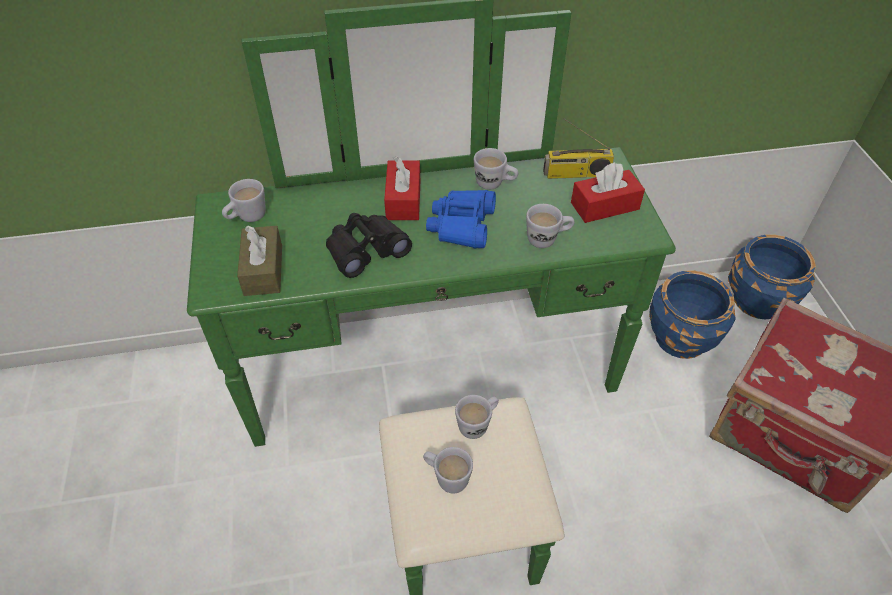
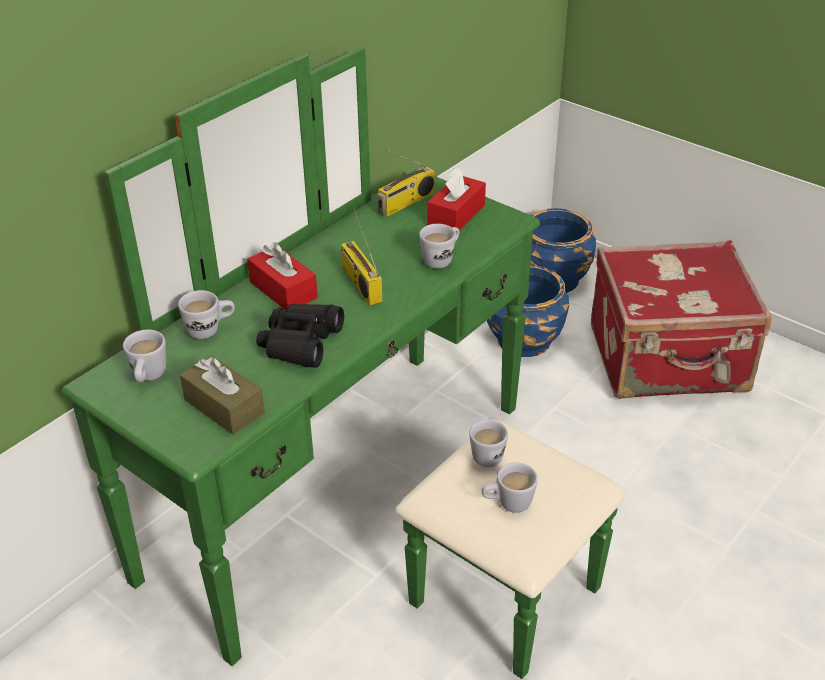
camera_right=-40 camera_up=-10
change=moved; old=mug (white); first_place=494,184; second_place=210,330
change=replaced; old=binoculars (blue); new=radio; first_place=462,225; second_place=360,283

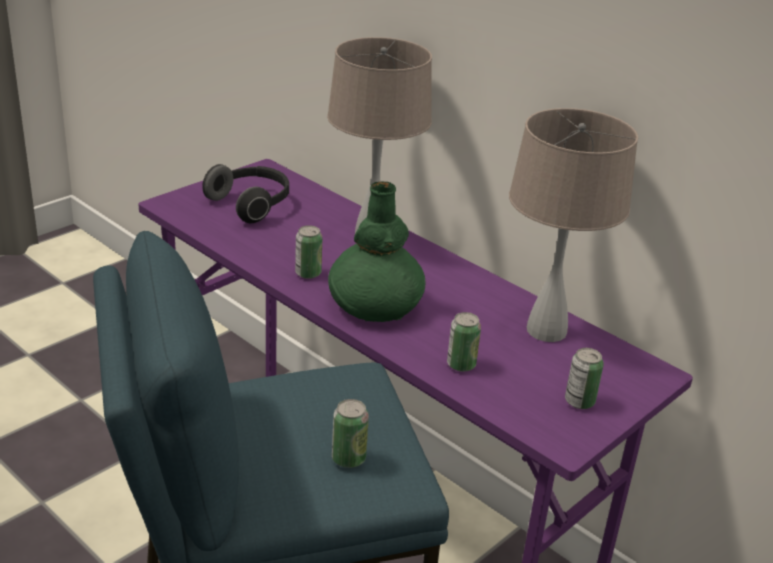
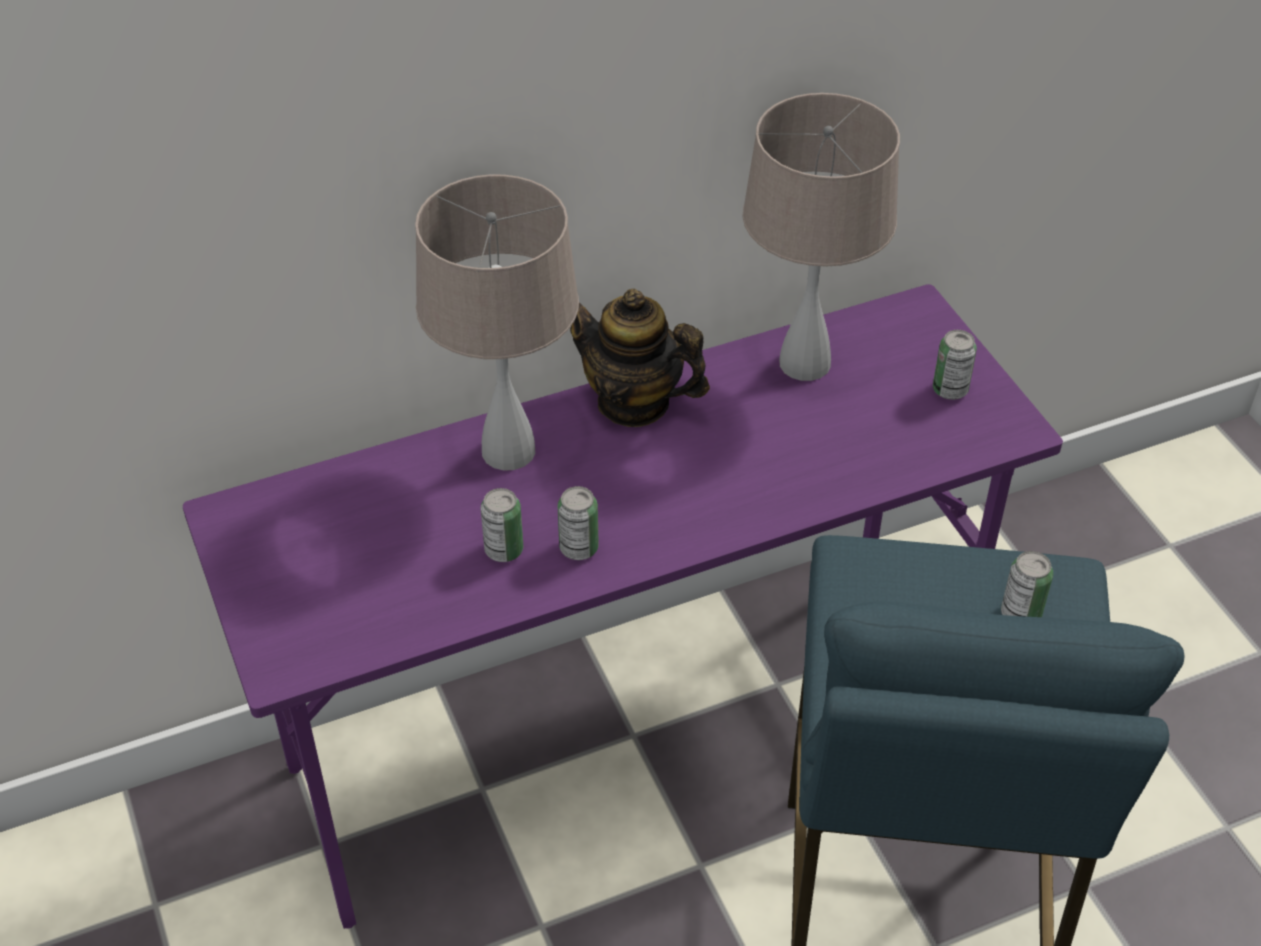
camera_right=-65 camera_up=15
change=removed; old=headphones; first_place=251,205
change=removed; old=vase (green); first_place=374,304
change=added; new=teapot; second_place=634,402
change=moved; old=can; first_place=461,365; second_place=504,550

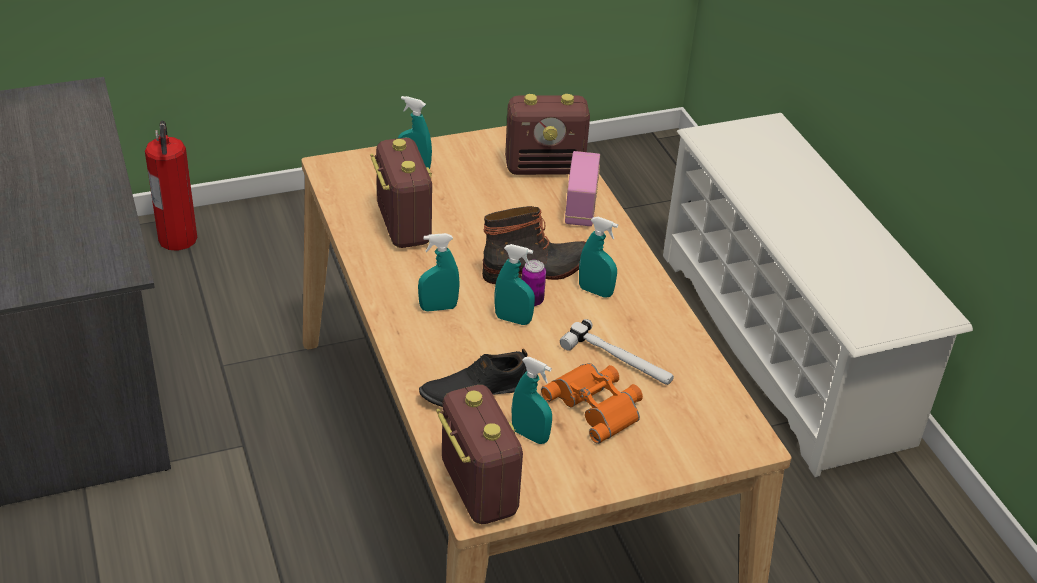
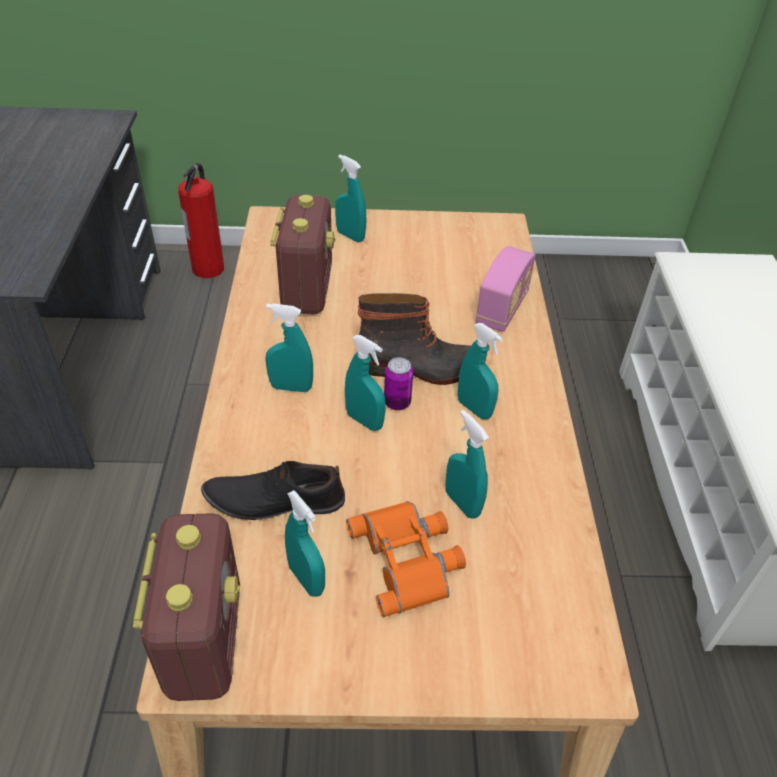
camera_right=20 camera_up=5
change=removed; old=radio; first_place=545,167
change=replaced; old=hammer; new=spray bottle (turquoise); first_place=618,360; second_place=462,503

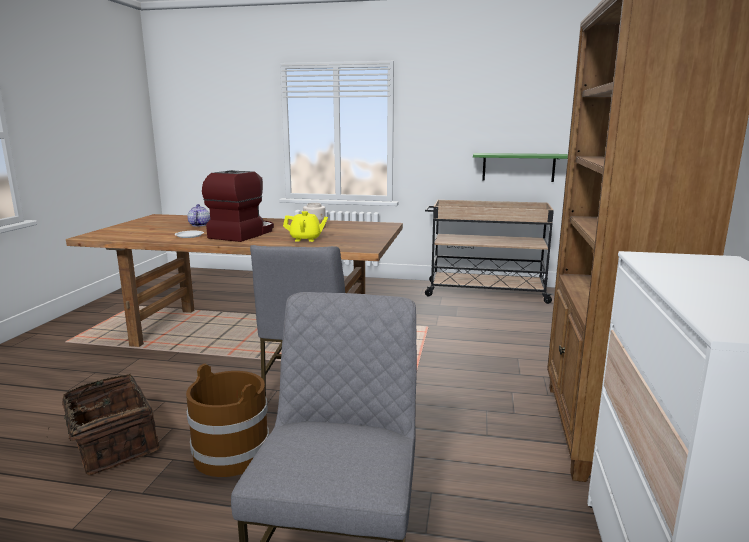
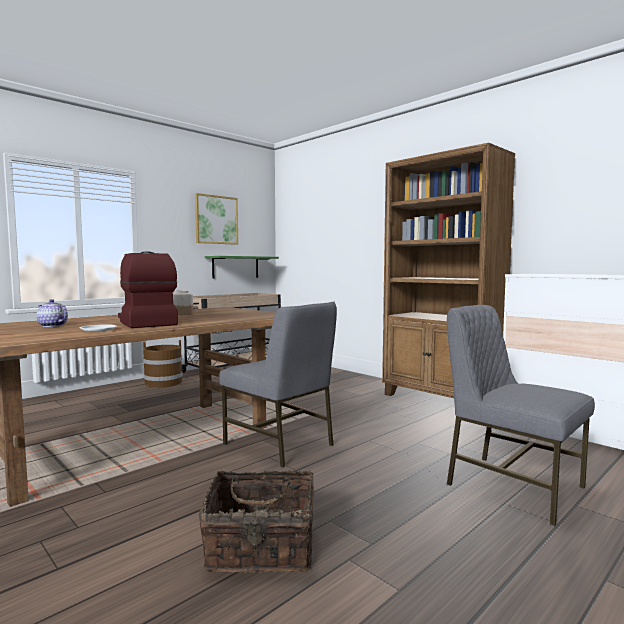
camera_right=-55 camera_up=-10
change=removed; old=teapot (yellow); first_place=306,239
change=added; new=picture; second_place=216,220
change=moved; old=bucket (brown); first_place=231,453; second_place=163,382

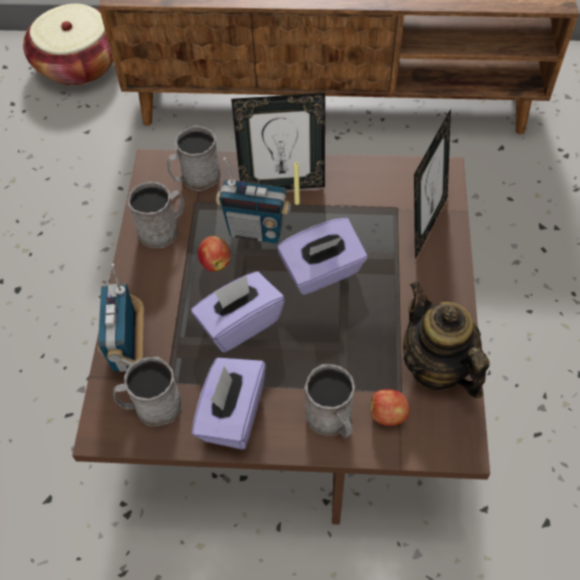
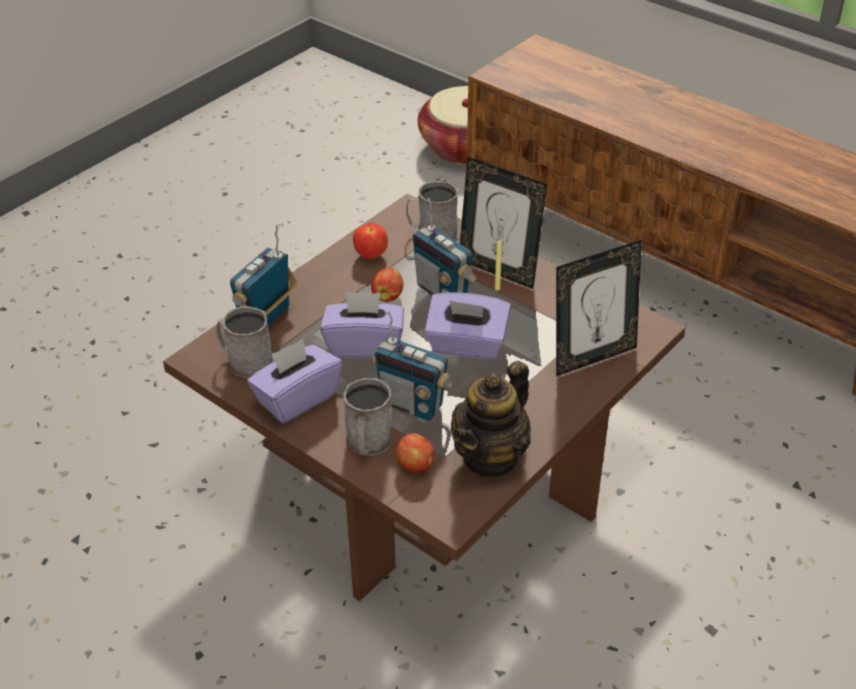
camera_right=35 camera_up=-15
change=added; new=radio; second_place=412,405
change=replaced; old=mug (grey); new=apple; first_place=163,229; second_place=371,255
change=turned; old=teapot; first_place=436,367; second_place=491,457; degrees=-150

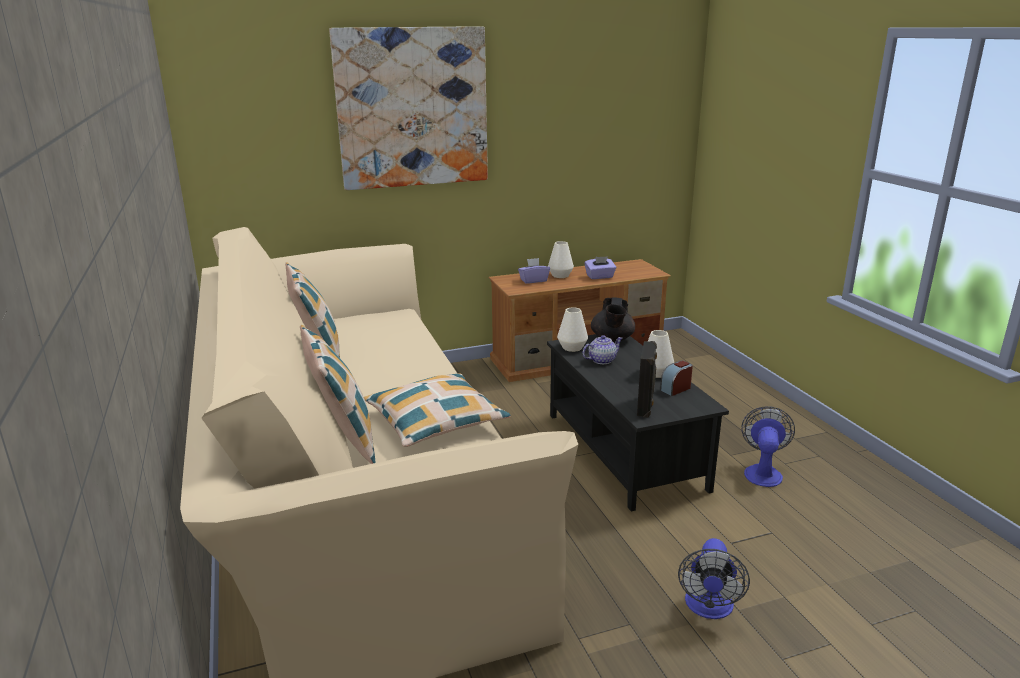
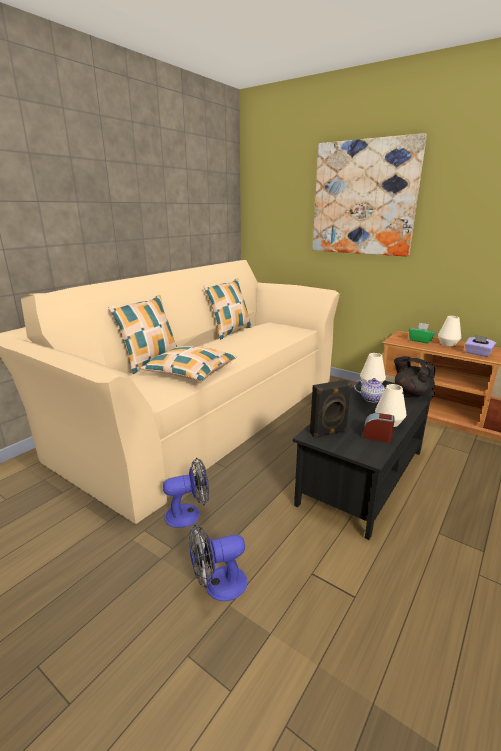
camera_right=55 camera_up=0
change=moved; old=fan; first_place=762,472; second_place=189,514
change=recoloured; old=tissue box (purple); new=tissue box (green); first_place=533,280; second_place=420,340
change=turned; old=teapot (black); first_place=612,339; second_place=411,393; degrees=75

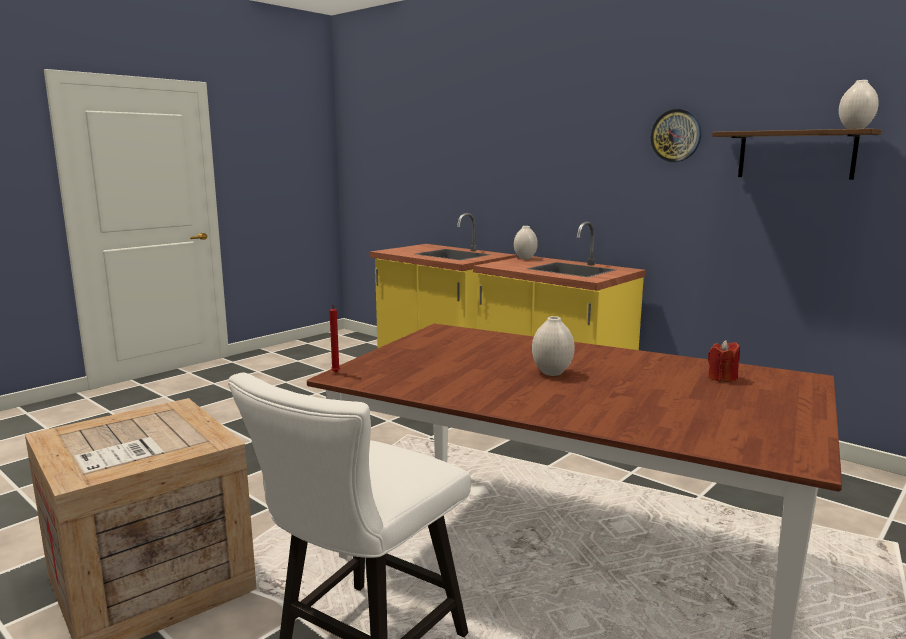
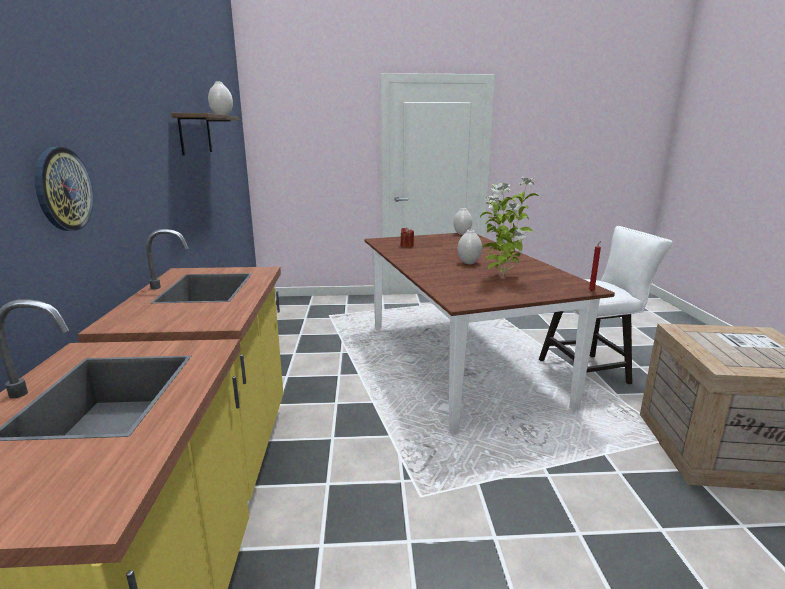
camera_right=-135 camera_up=5
change=added; new=potted plant; second_place=501,277
change=moved; old=vase (white); first_place=525,258; second_place=462,234
change=moved; old=wall clock; first_place=676,135; second_place=63,189

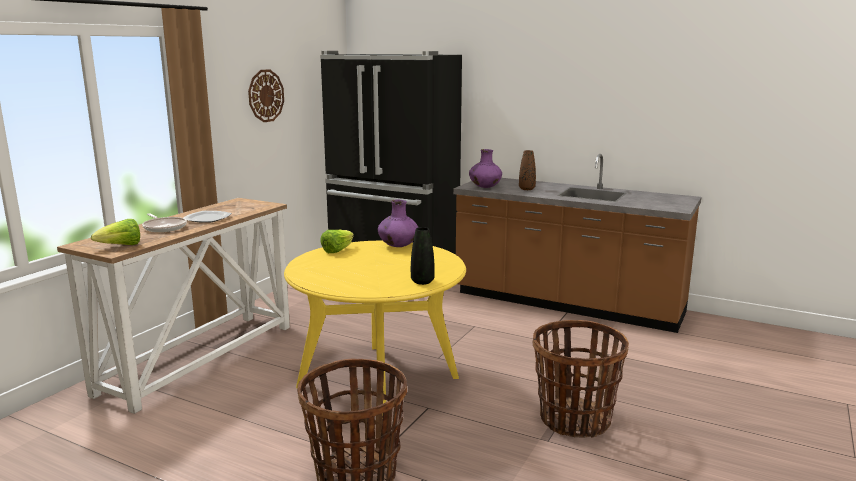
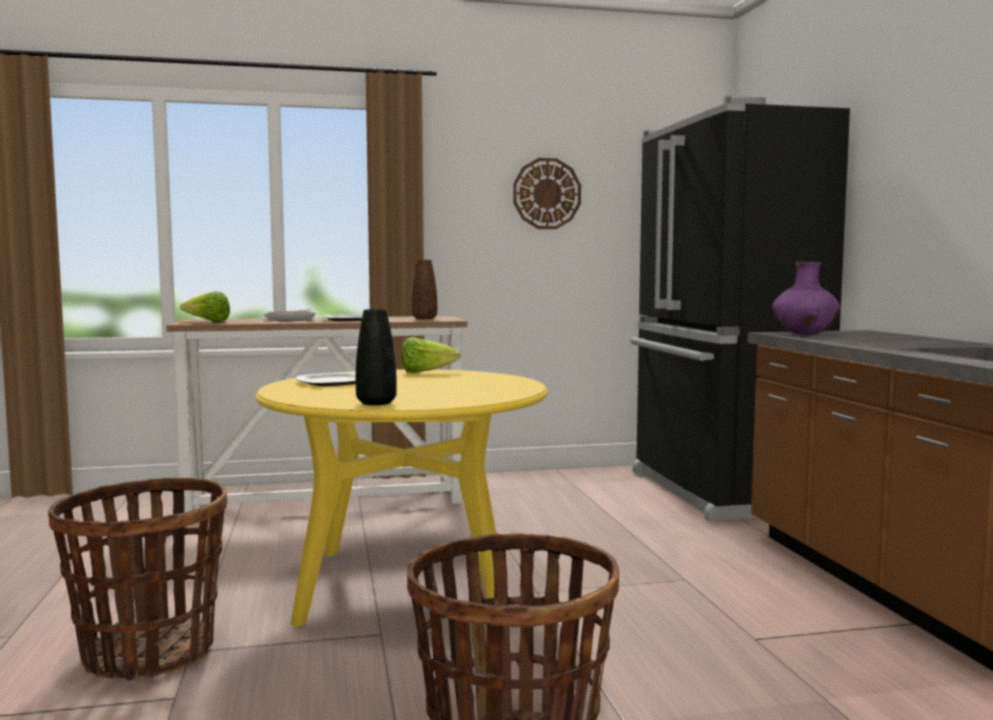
camera_right=50 camera_up=-10
change=removed; old=vase (purple); first_place=398,246
change=added; new=plate; second_place=332,382
change=moved; old=vase (brown); first_place=526,189; second_place=424,318

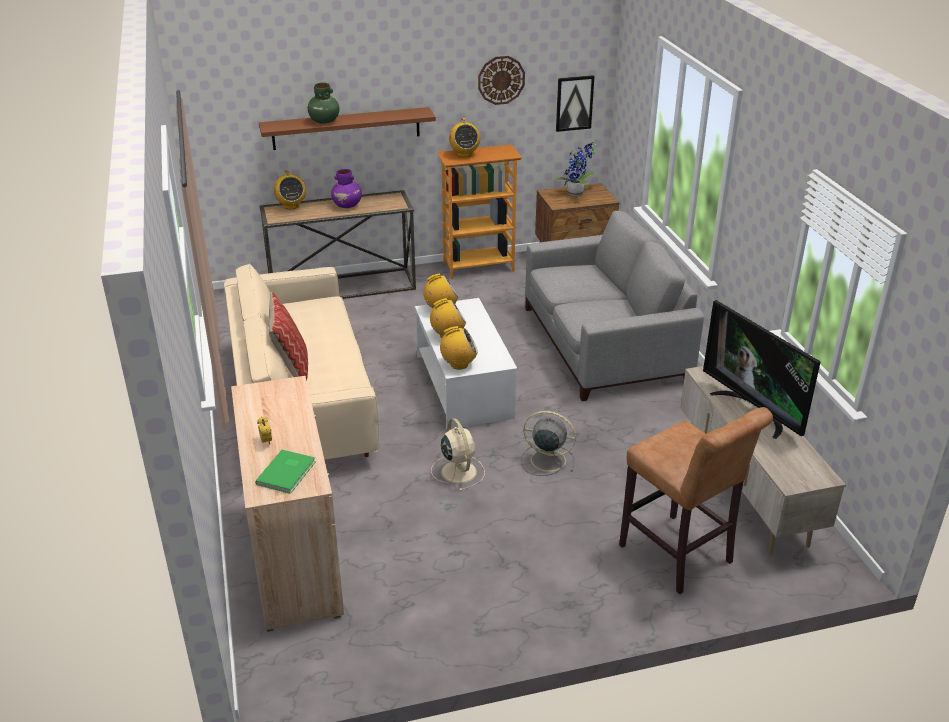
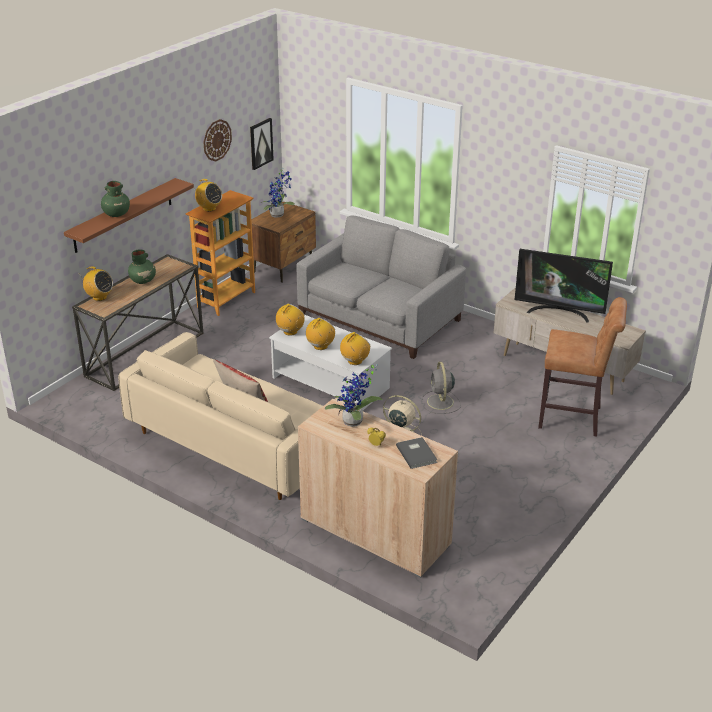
camera_right=-40 camera_up=0
change=added; new=potted plant; second_place=354,423
change=recoloured; old=book (green); new=book (grey); first_place=288,473; second_place=417,453
change=recoloured; old=vase (purple); new=vase (green); first_place=347,205; second_place=143,281
change=turned; old=fan (grey); first_place=546,460; second_place=440,403; degrees=-75

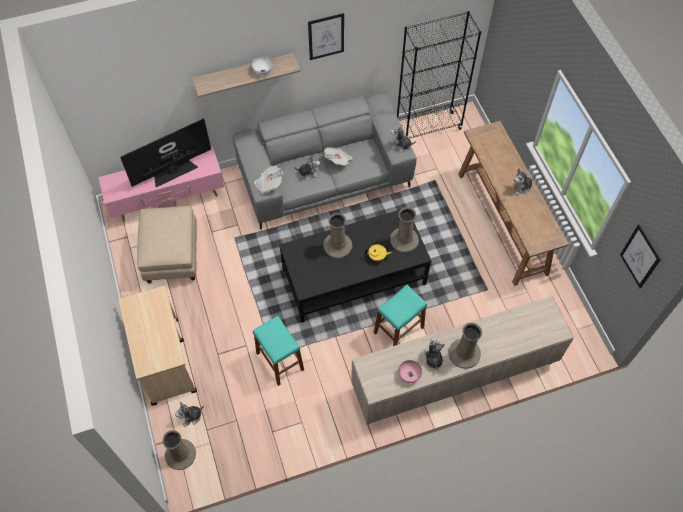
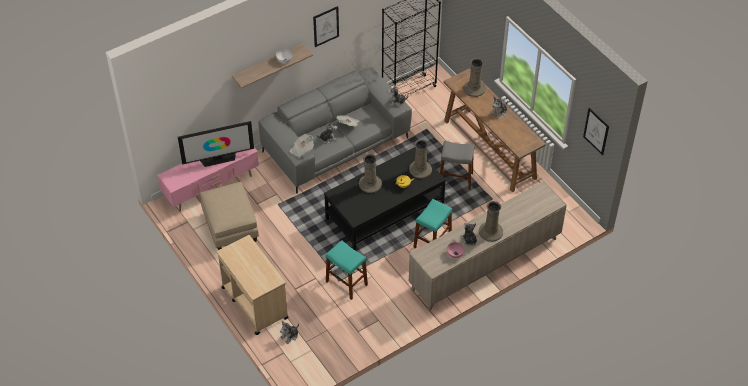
camera_right=-15 camera_up=-10
change=added; new=stool (grey); second_place=455,179
change=moved; old=vase (beige); first_place=180,454; second_place=474,88
change=turned; old=television; first_place=173,172; second_place=218,158; degrees=-150

